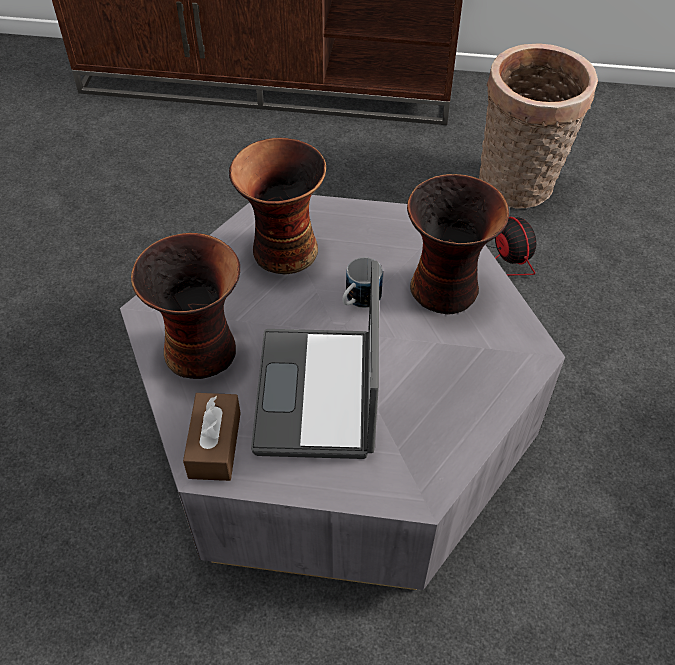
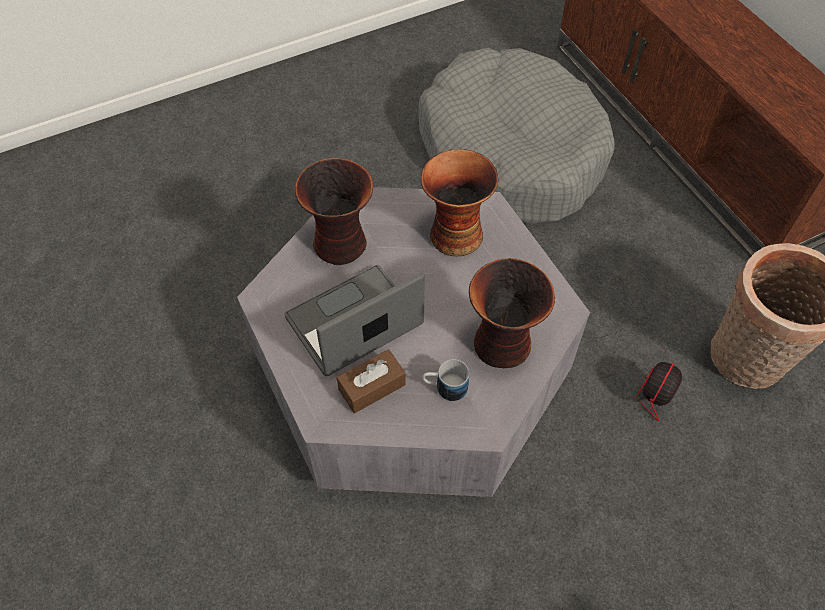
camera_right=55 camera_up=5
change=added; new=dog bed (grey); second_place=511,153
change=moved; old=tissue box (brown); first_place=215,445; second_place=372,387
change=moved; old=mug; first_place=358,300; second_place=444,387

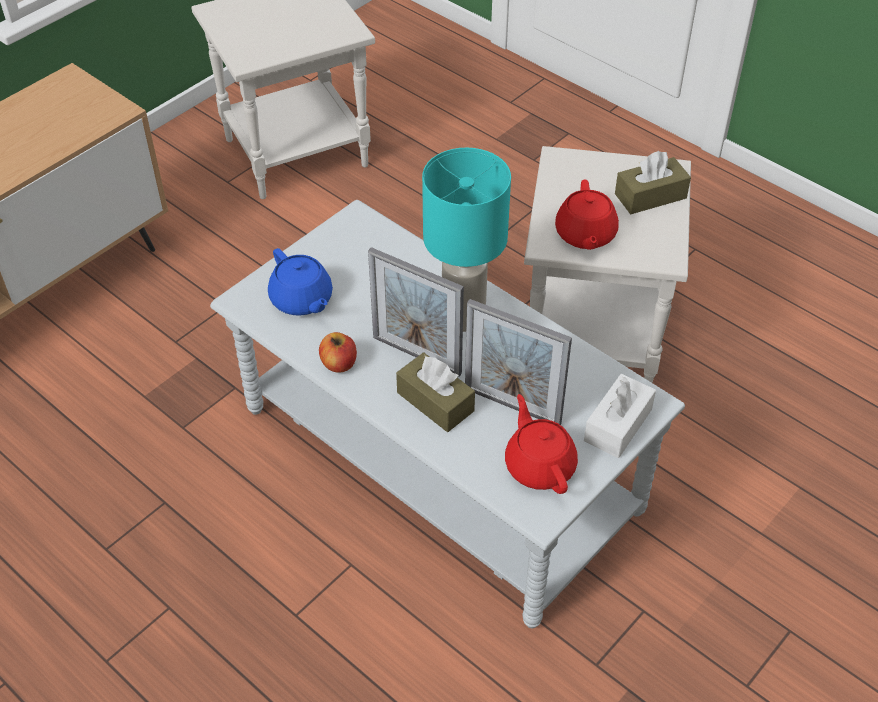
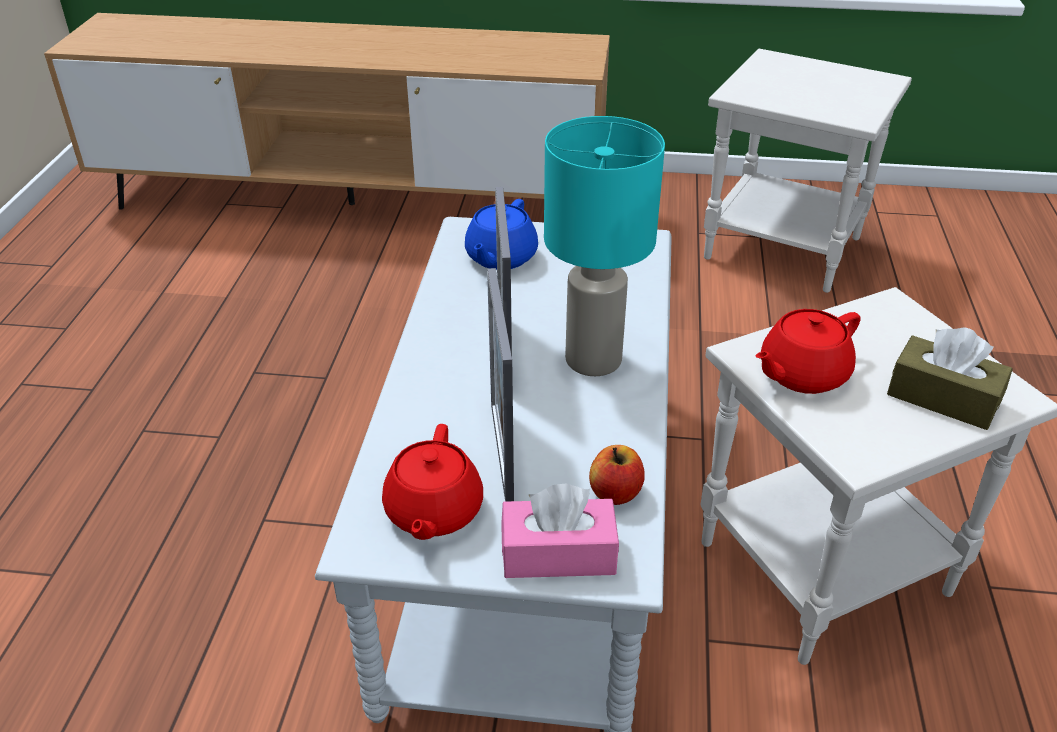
camera_right=55 camera_up=-10
change=removed; old=tissue box (brown); first_place=435,402
change=moved; old=apple; first_place=339,363; second_place=615,493
change=recoloured; old=tissue box (white); new=tissue box (pink); first_place=618,425; second_place=558,554
change=turned; old=teapot (red); first_place=539,465; second_place=433,512; degrees=150

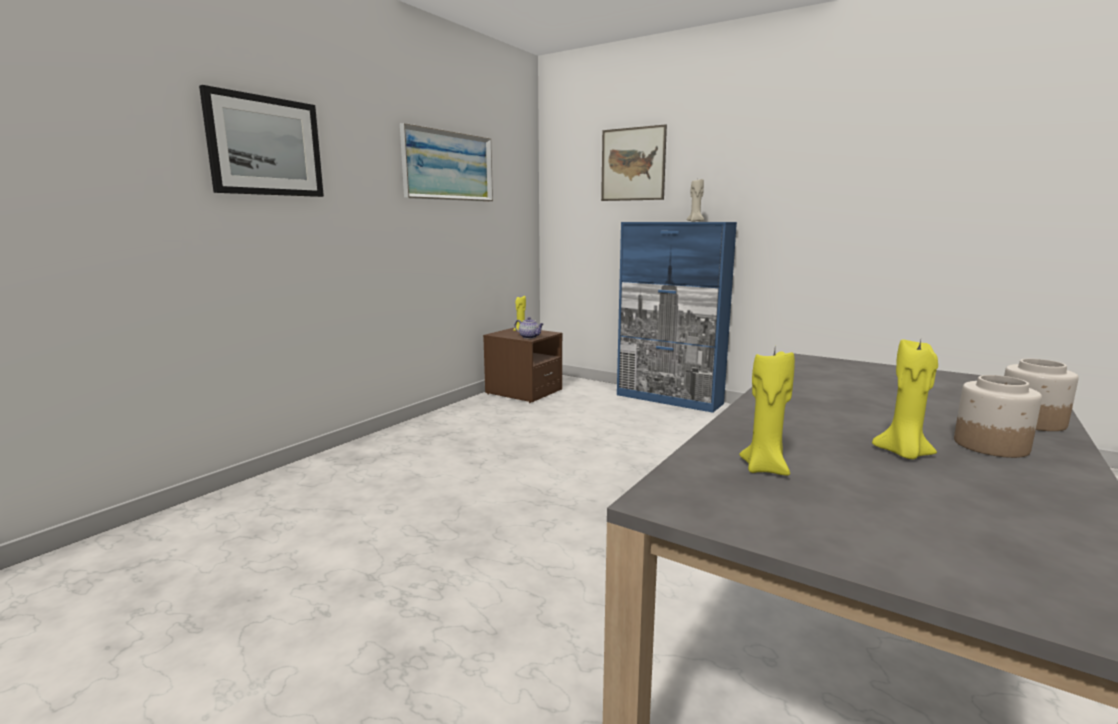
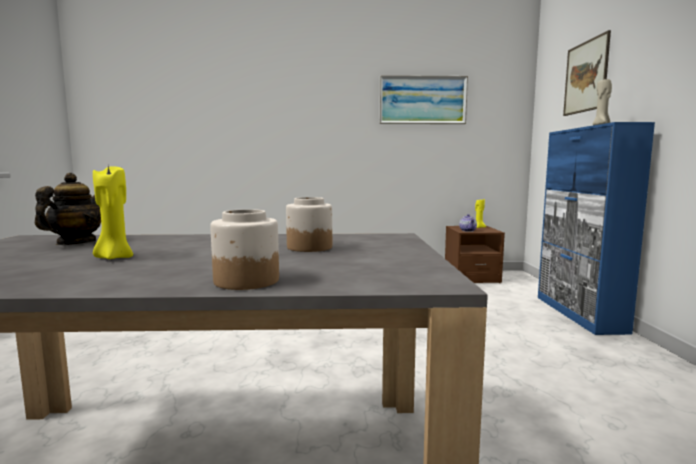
camera_right=55 camera_up=-5
change=removed; old=picture; first_place=265,146
change=moved; old=jar; first_place=989,445; second_place=309,247
change=replaced; old=candle (yellow); new=teapot; first_place=765,468; second_place=76,243

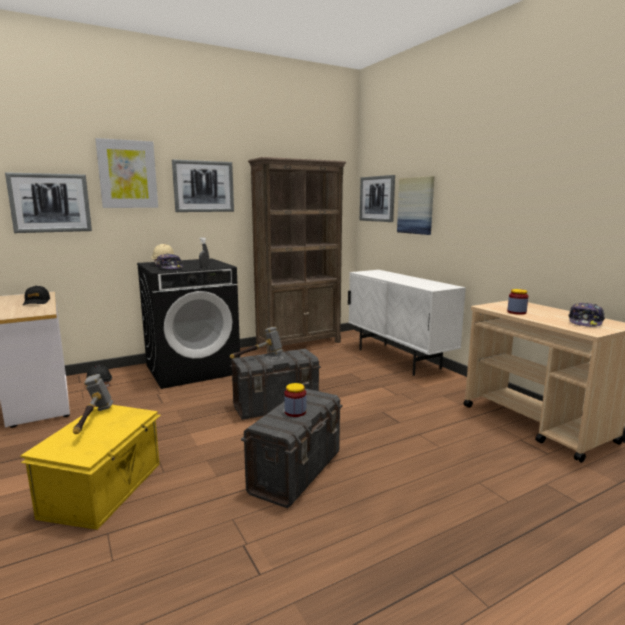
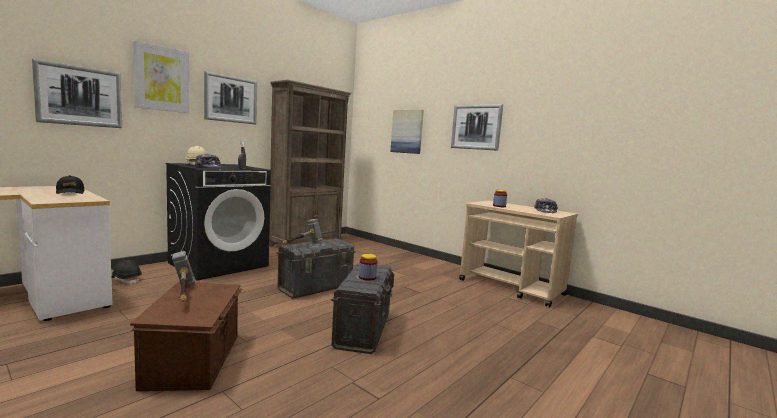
camera_right=-20 camera_up=-5
change=removed; old=cabinet (white); first_place=398,359
change=moved; old=picture; first_place=377,199; second_place=476,127
change=recoloured; old=storage box (yellow); new=storage box (brown); first_place=105,489; second_place=195,359

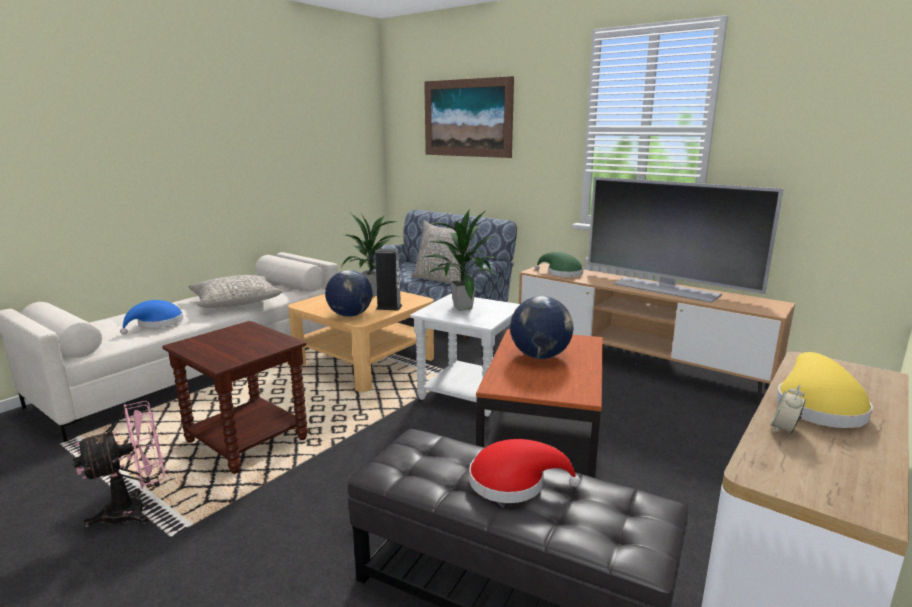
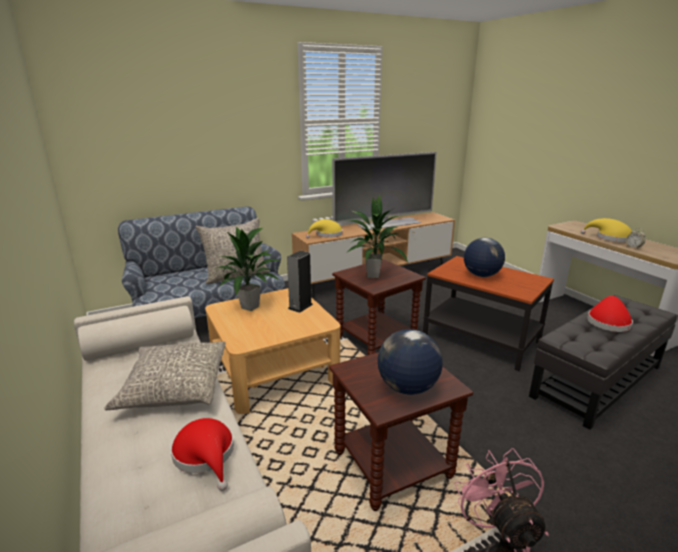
camera_right=-65 camera_up=5
change=removed; old=picture; first_place=467,118
change=moved; old=globe; first_place=350,315; second_place=407,388
change=recoloured; old=hat (blue); new=hat (red); first_place=157,324; second_place=206,455
change=recoloured; old=side table (white); new=side table (brown); first_place=467,394; second_place=376,339
change=recoloured; old=hat (green); new=hat (yellow); first_place=561,273; second_place=327,235

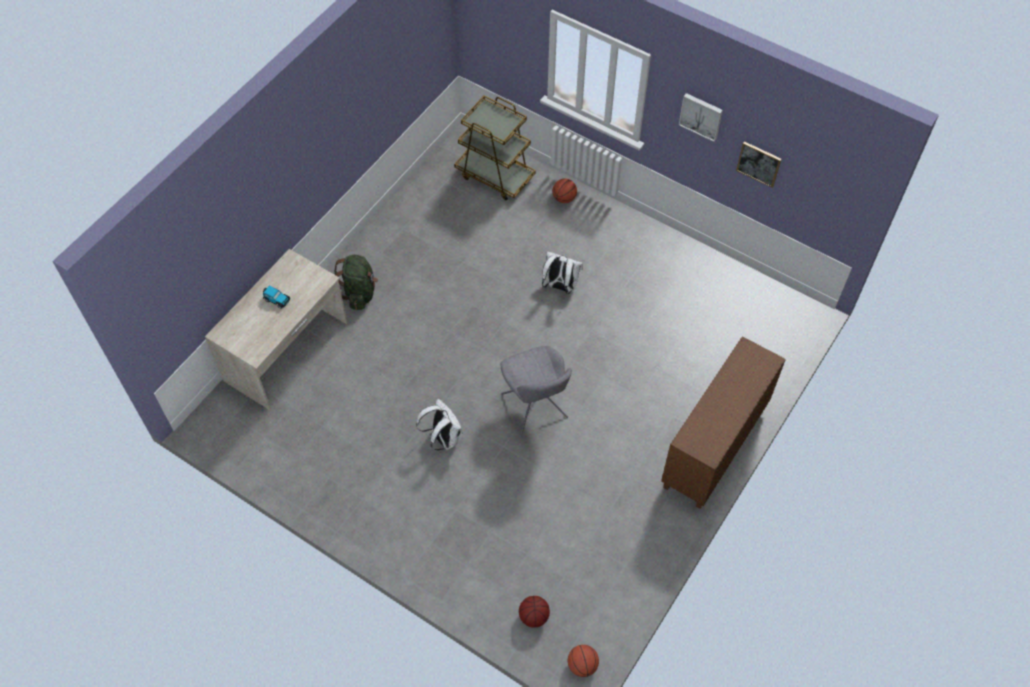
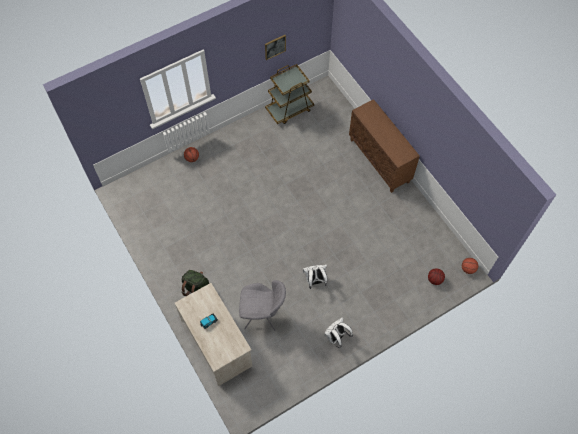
camera_right=-65 camera_up=5
change=removed; old=picture; first_place=701,116
change=moved; old=cart (brown); first_place=495,175; second_place=289,109
change=moved; old=chair (grey); first_place=535,408; second_place=262,315
change=moved; old=backpack (white); first_place=560,286; second_place=336,337

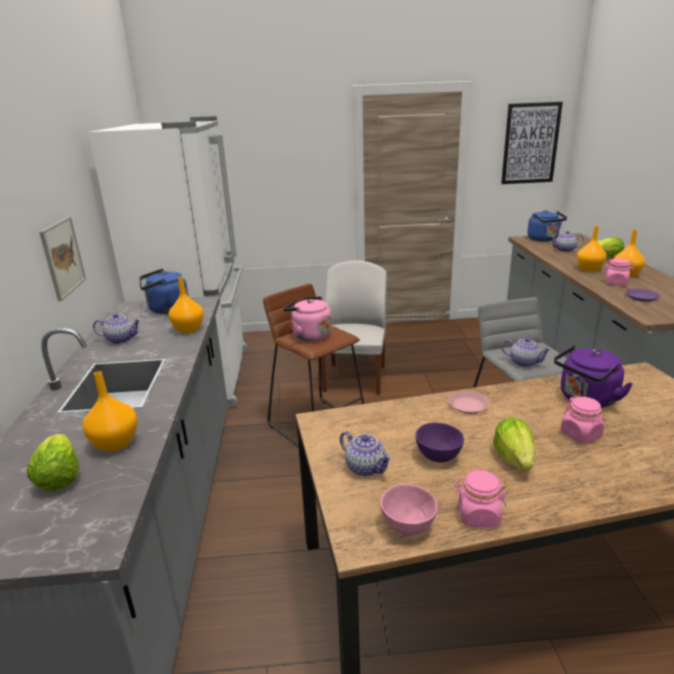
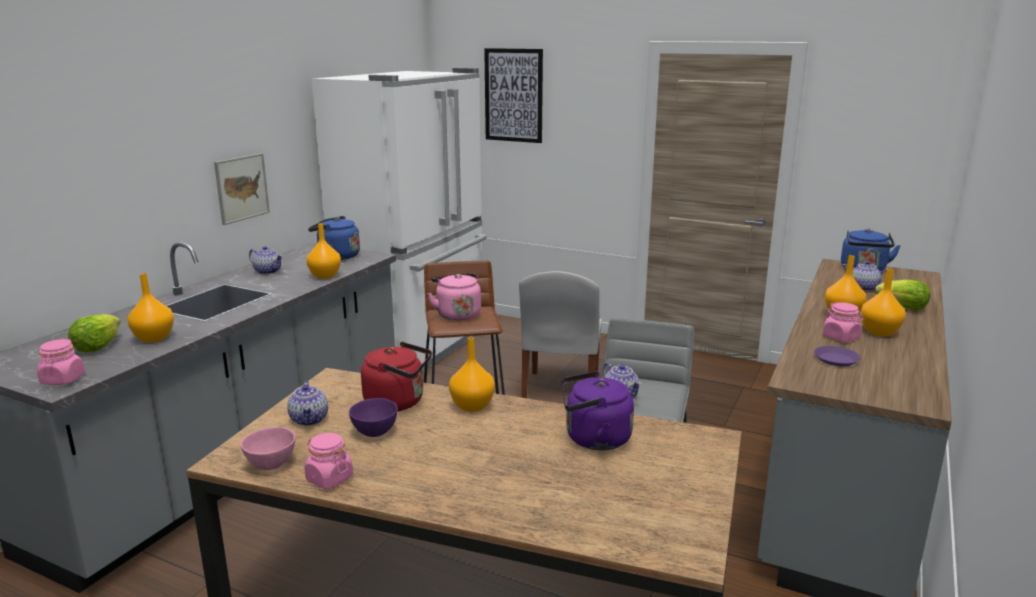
camera_right=30 camera_up=-5
change=removed; old=lettuce; first_place=514,459
change=added; new=kettle (red); second_place=398,402
change=moved; old=picture; first_place=530,143; second_place=513,95
change=moved; old=jar (pink); first_place=580,434; second_place=63,379
change=replaced; old=plate (pink); new=vase (orange); first_place=468,405; second_place=471,406
change=turned; old=chair (white); first_place=355,378; second_place=560,391; degrees=150

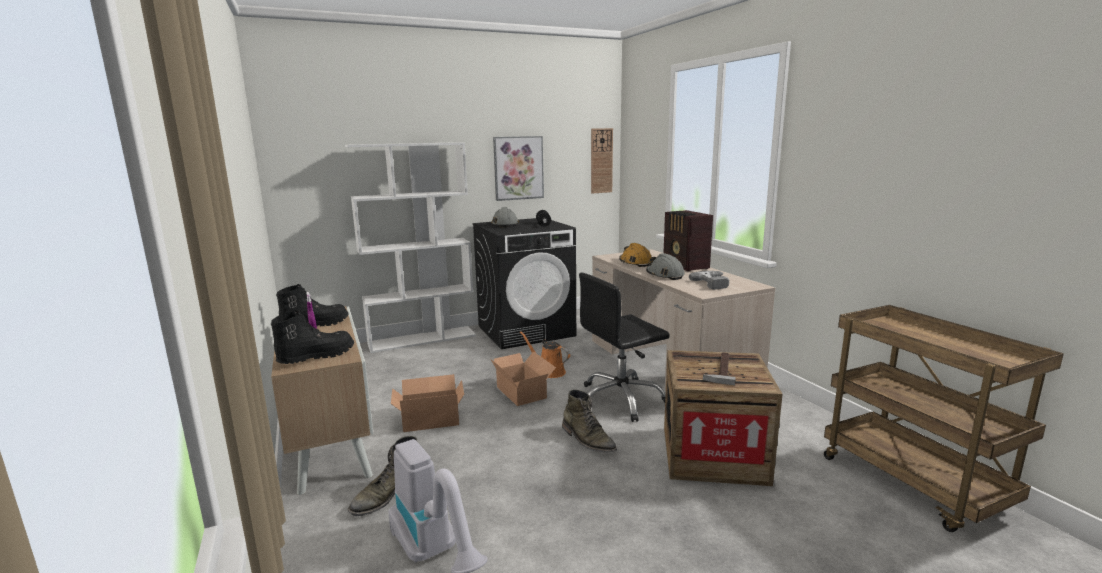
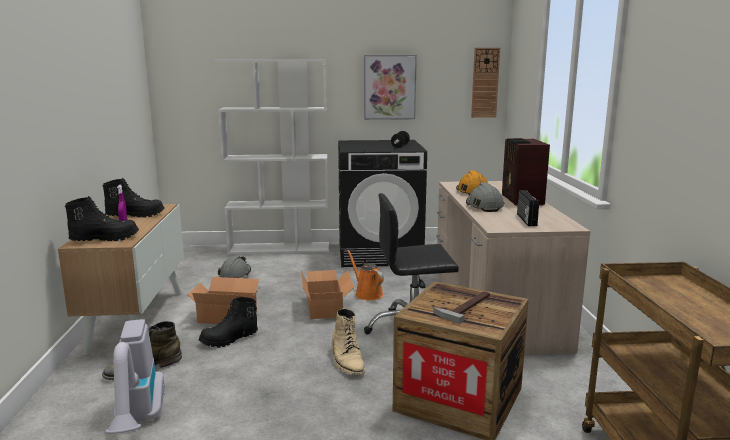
camera_right=20 camera_up=0
change=added; new=boot (black); second_place=229,339
change=moved; old=hard hat (grey); first_place=505,224; second_place=235,274
change=replaced; old=power drill; new=radio; first_place=714,283; second_place=525,220
change=recoloured; old=boot (green); new=boot (beige); first_place=588,440; second_place=347,360

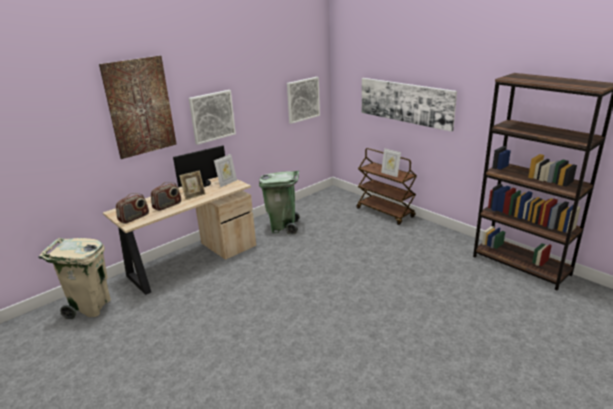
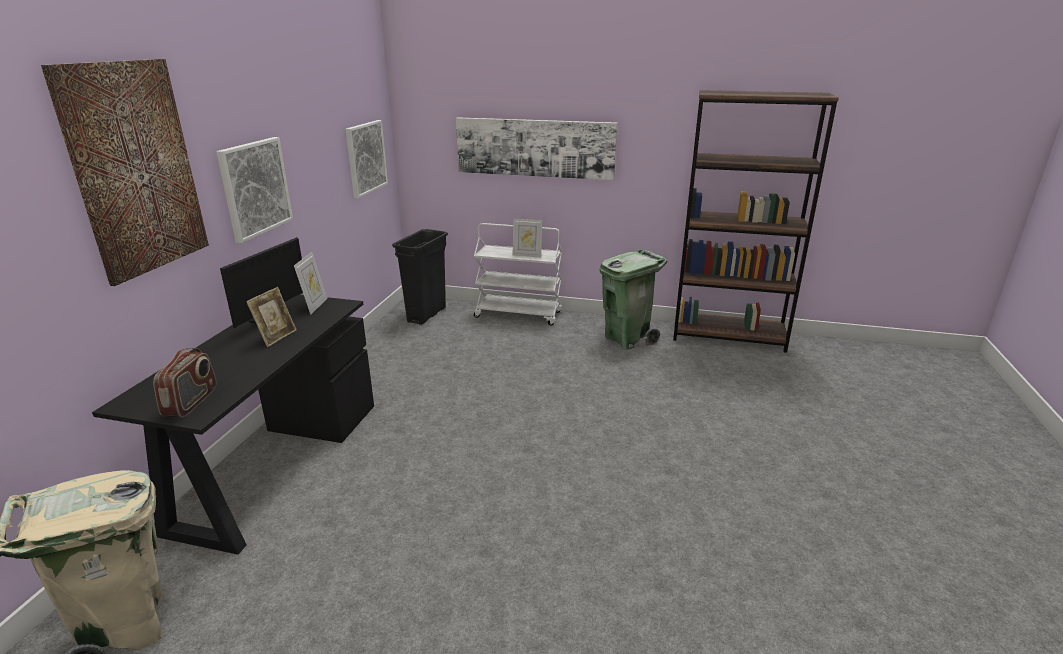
camera_right=-35 camera_up=0
change=removed; old=radio; first_place=167,206
change=added; new=trash can (black); second_place=426,315
change=moved; old=trash can (green); first_place=283,227; second_place=627,339
change=recoloured; old=desk (beige); new=desk (black); first_place=191,260; second_place=275,464
change=recoloured; old=cart (brown); new=cart (white); first_place=385,212; second_place=519,314

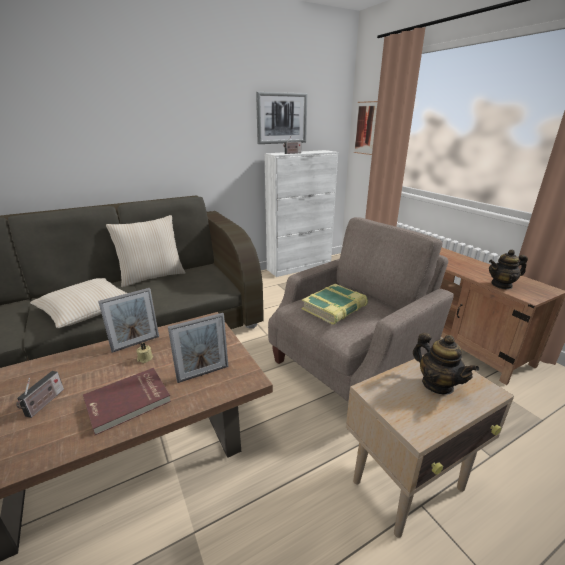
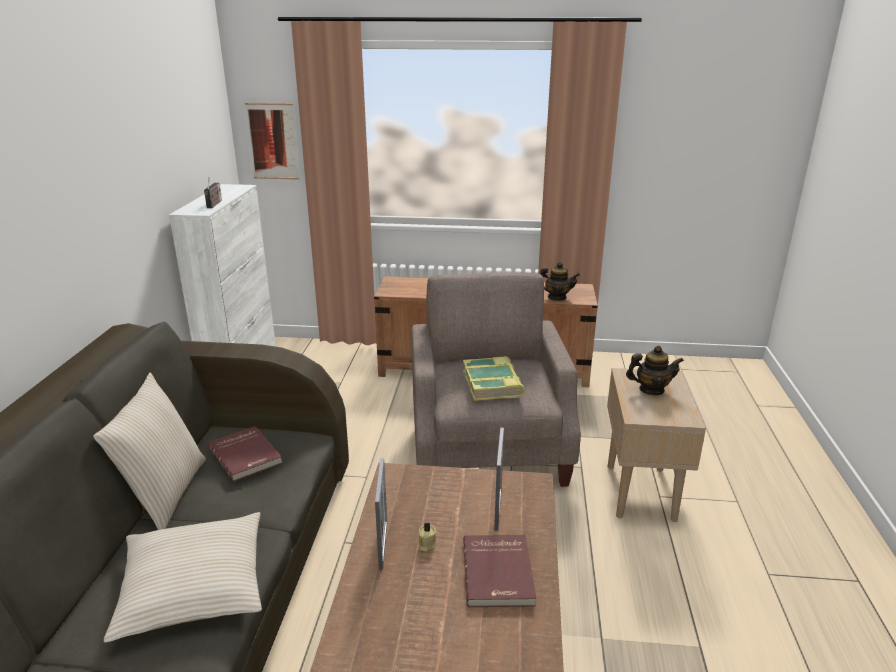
camera_right=-55 camera_up=0
change=removed; old=radio; first_place=44,404
change=removed; old=picture; first_place=282,118
change=added; new=book (red); second_place=246,455
change=turned; old=teapot; first_place=501,285; second_place=557,297; degrees=-105

